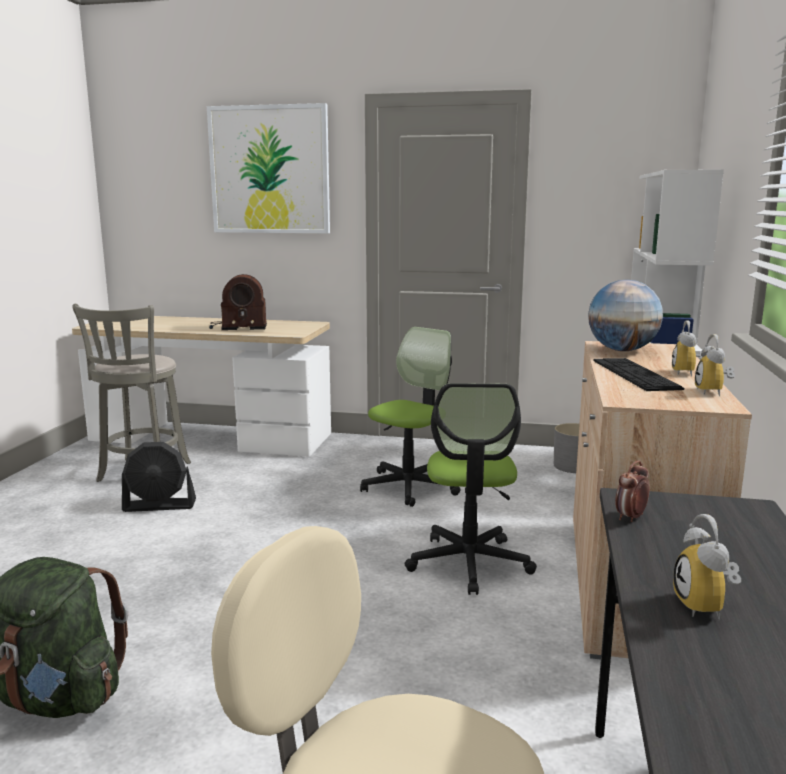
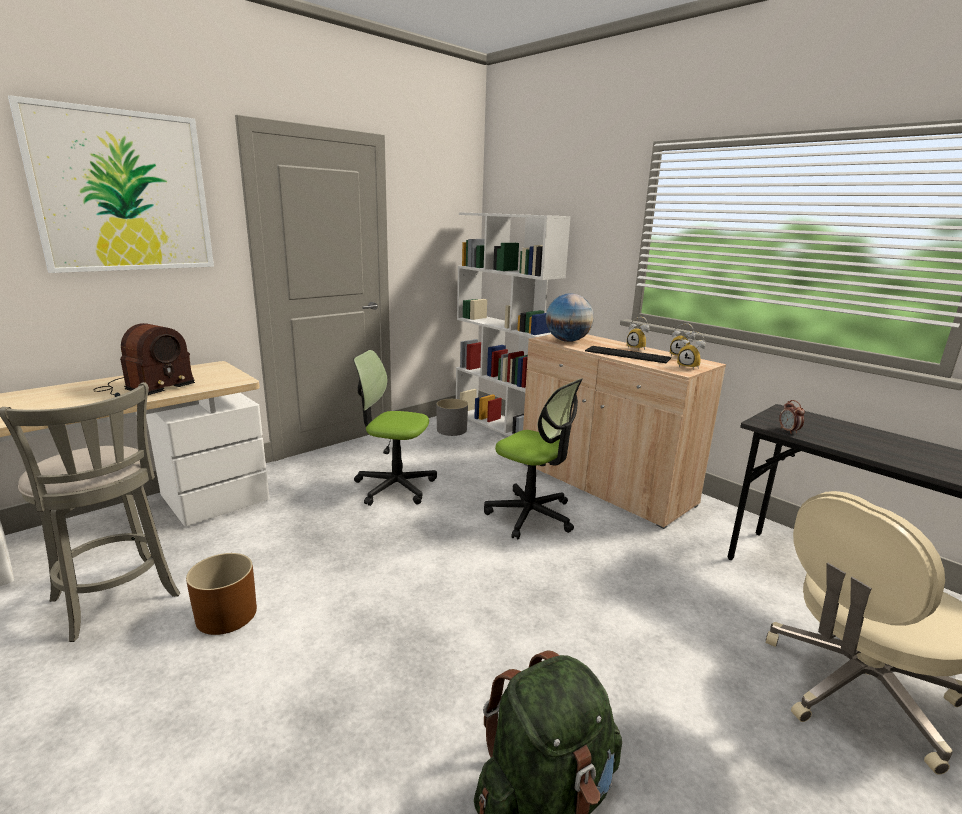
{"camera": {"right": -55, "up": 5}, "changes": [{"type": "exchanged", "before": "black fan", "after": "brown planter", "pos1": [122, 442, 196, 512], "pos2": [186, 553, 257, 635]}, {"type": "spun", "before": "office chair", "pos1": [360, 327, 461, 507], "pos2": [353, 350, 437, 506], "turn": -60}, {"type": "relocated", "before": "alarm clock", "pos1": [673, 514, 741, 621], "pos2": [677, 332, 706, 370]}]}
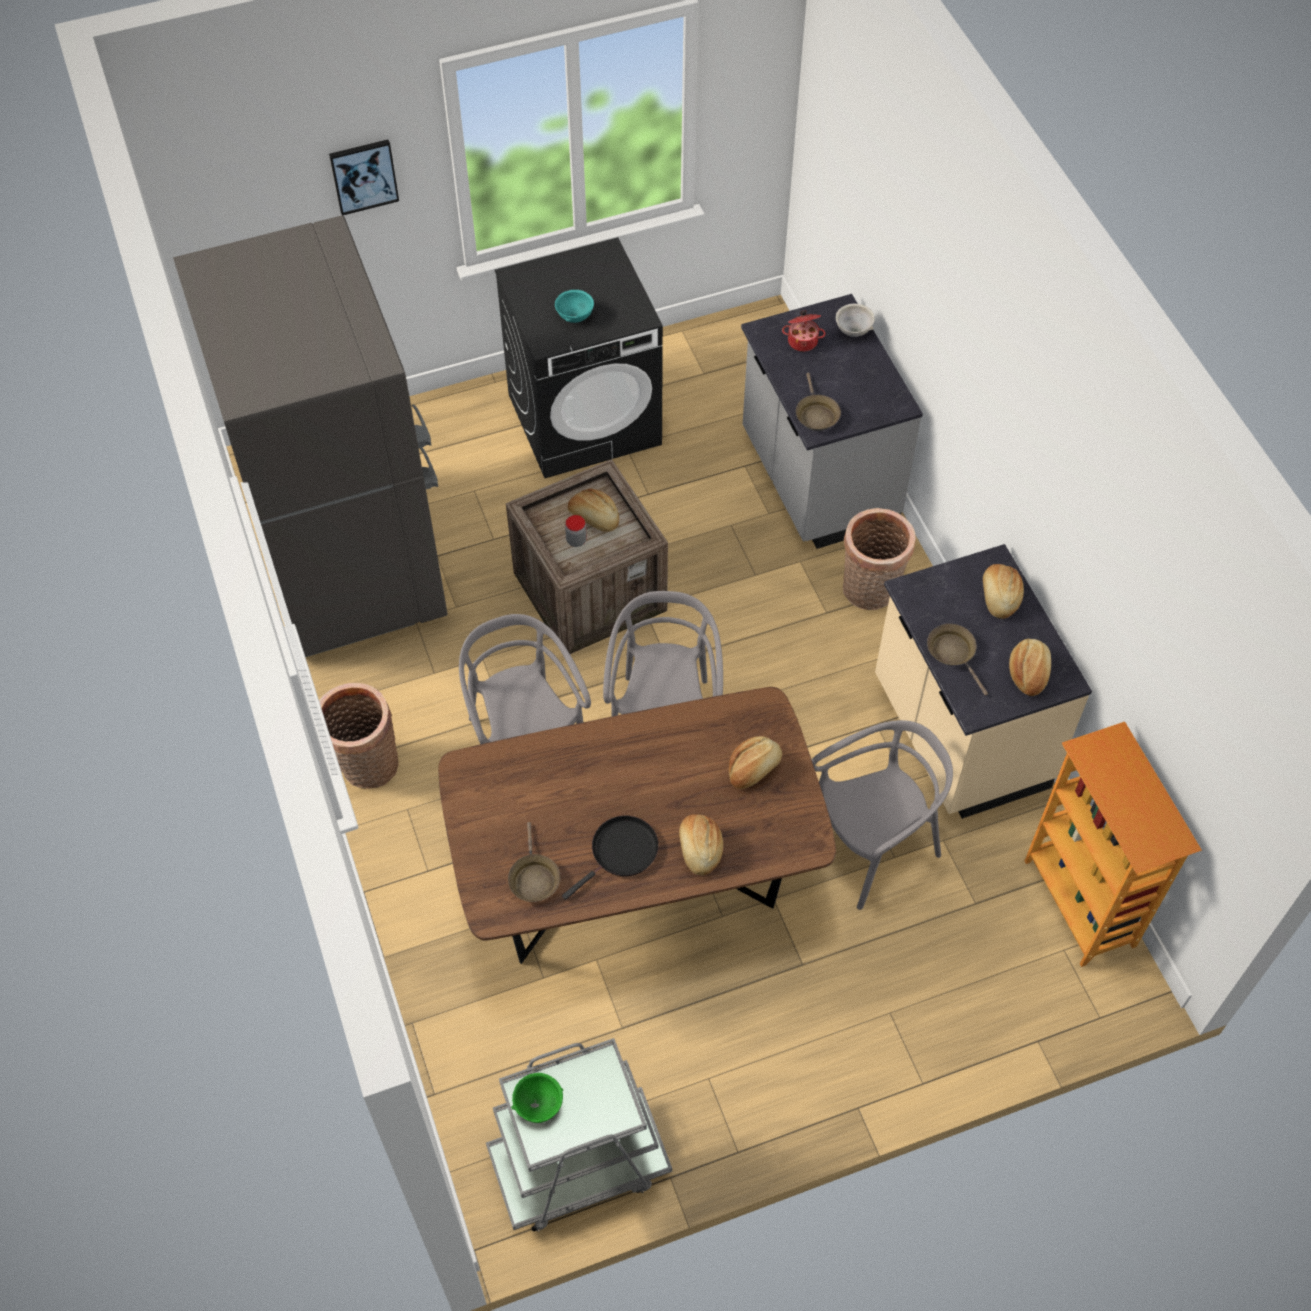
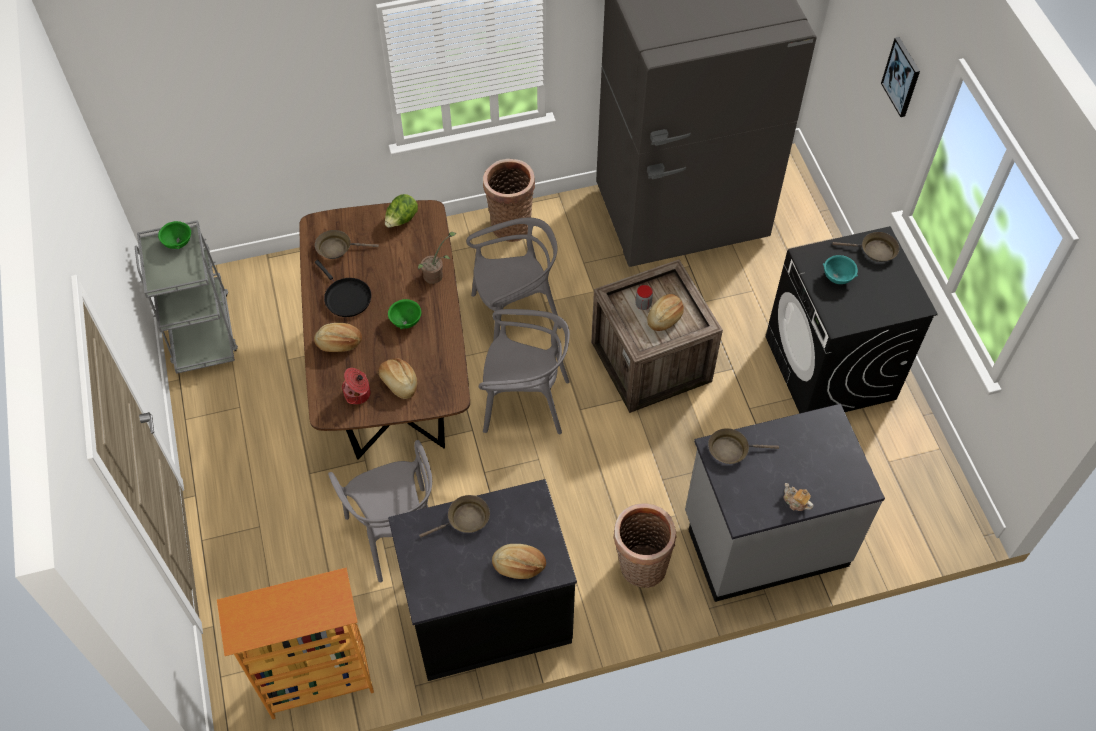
{"camera": {"right": 95, "up": 0}, "changes": [{"type": "relocated", "before": "cooking pot", "pos1": [782, 310, 825, 352], "pos2": [341, 368, 371, 405]}, {"type": "missing", "before": "grey bowl", "pos1": [836, 303, 875, 337]}, {"type": "colour", "before": "beige counter", "after": "black counter", "pos1": [875, 544, 1092, 819], "pos2": [388, 479, 577, 681]}, {"type": "missing", "before": "bread", "pos1": [1009, 639, 1051, 696]}, {"type": "appeared", "after": "lettuce", "pos2": [385, 194, 418, 228]}, {"type": "appeared", "after": "green bowl", "pos2": [388, 299, 421, 329]}, {"type": "appeared", "after": "potted plant", "pos2": [418, 232, 456, 284]}, {"type": "appeared", "after": "teapot", "pos2": [784, 483, 813, 511]}, {"type": "appeared", "after": "brown frying pan", "pos2": [832, 232, 899, 262]}]}
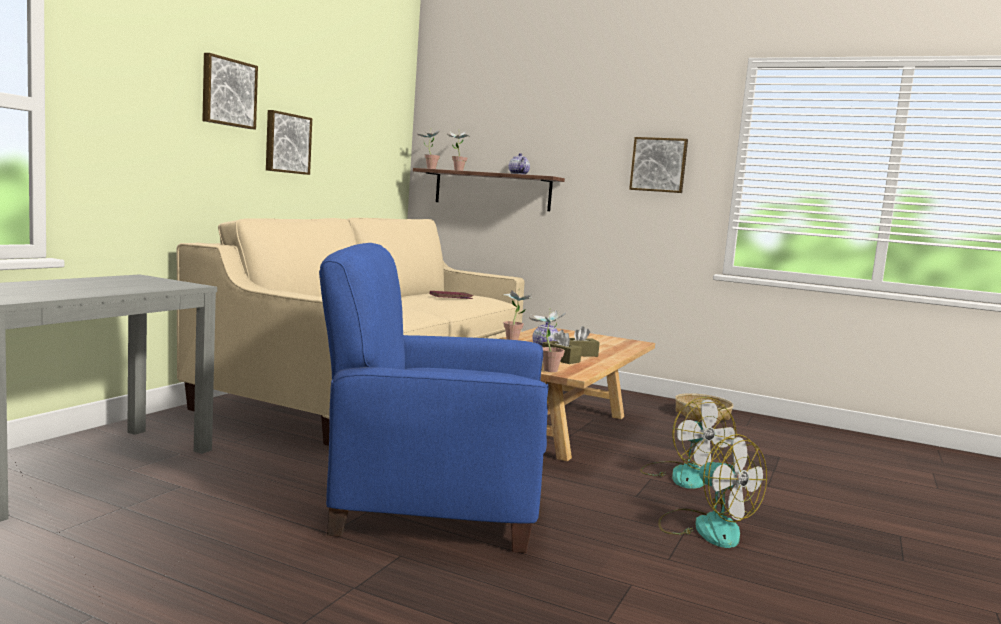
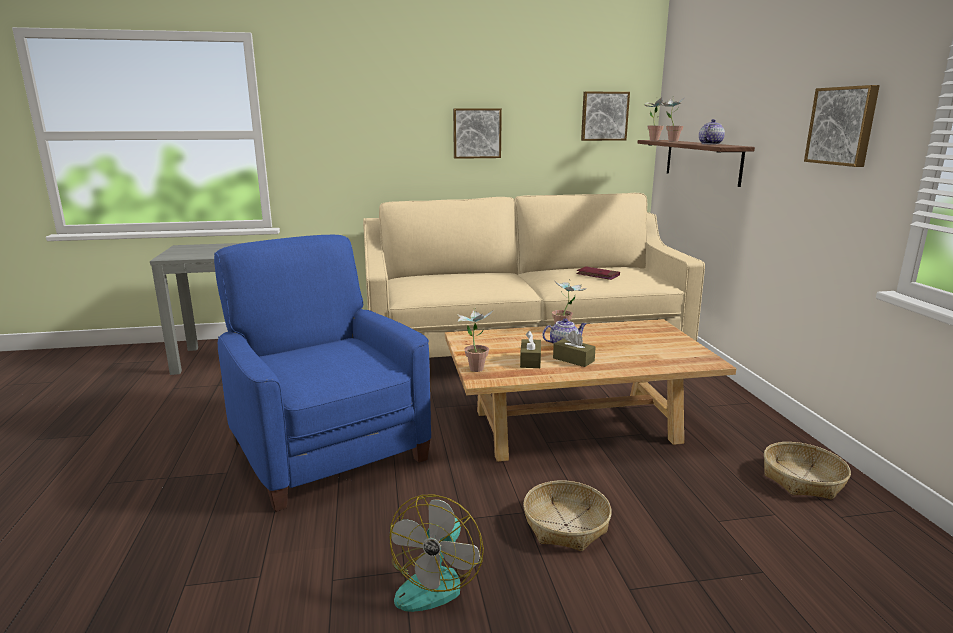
{"camera": {"right": 55, "up": 10}, "changes": [{"type": "relocated", "before": "picture", "pos1": [202, 53, 258, 129], "pos2": [581, 92, 630, 141]}, {"type": "exchanged", "before": "fan", "after": "basket", "pos1": [640, 397, 736, 489], "pos2": [523, 480, 612, 551]}]}
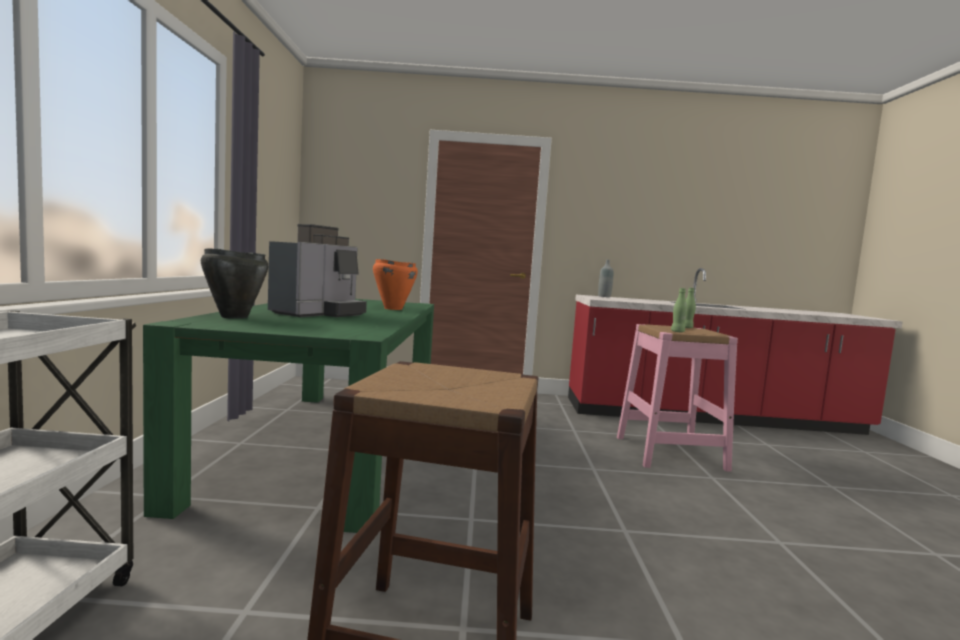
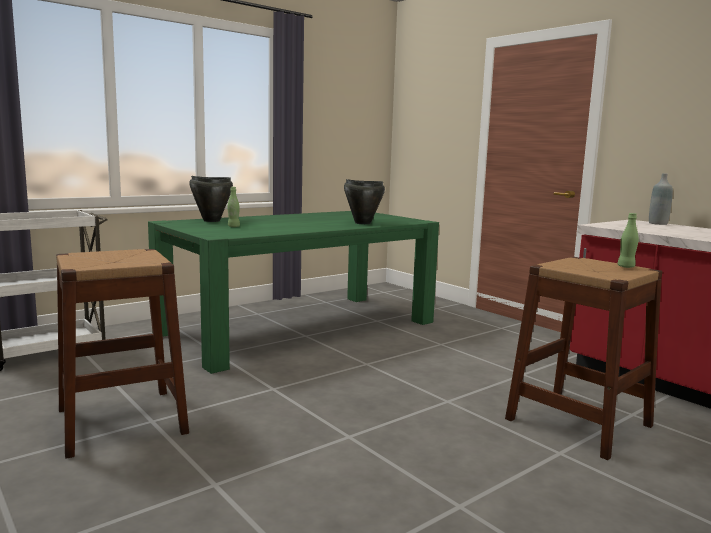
{"camera": {"right": 50, "up": 5}, "changes": [{"type": "missing", "before": "coffee machine", "pos1": [268, 224, 367, 317]}, {"type": "colour", "before": "orange cooking pot", "after": "black cooking pot", "pos1": [373, 259, 418, 310], "pos2": [344, 179, 385, 224]}, {"type": "colour", "before": "pink stool", "after": "brown stool", "pos1": [617, 324, 738, 472], "pos2": [505, 257, 662, 460]}, {"type": "relocated", "before": "green bottle", "pos1": [671, 288, 687, 332], "pos2": [227, 187, 240, 227]}]}
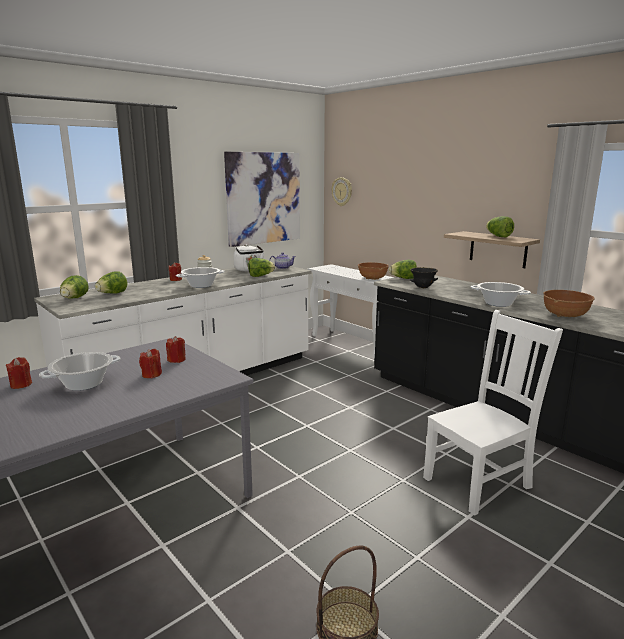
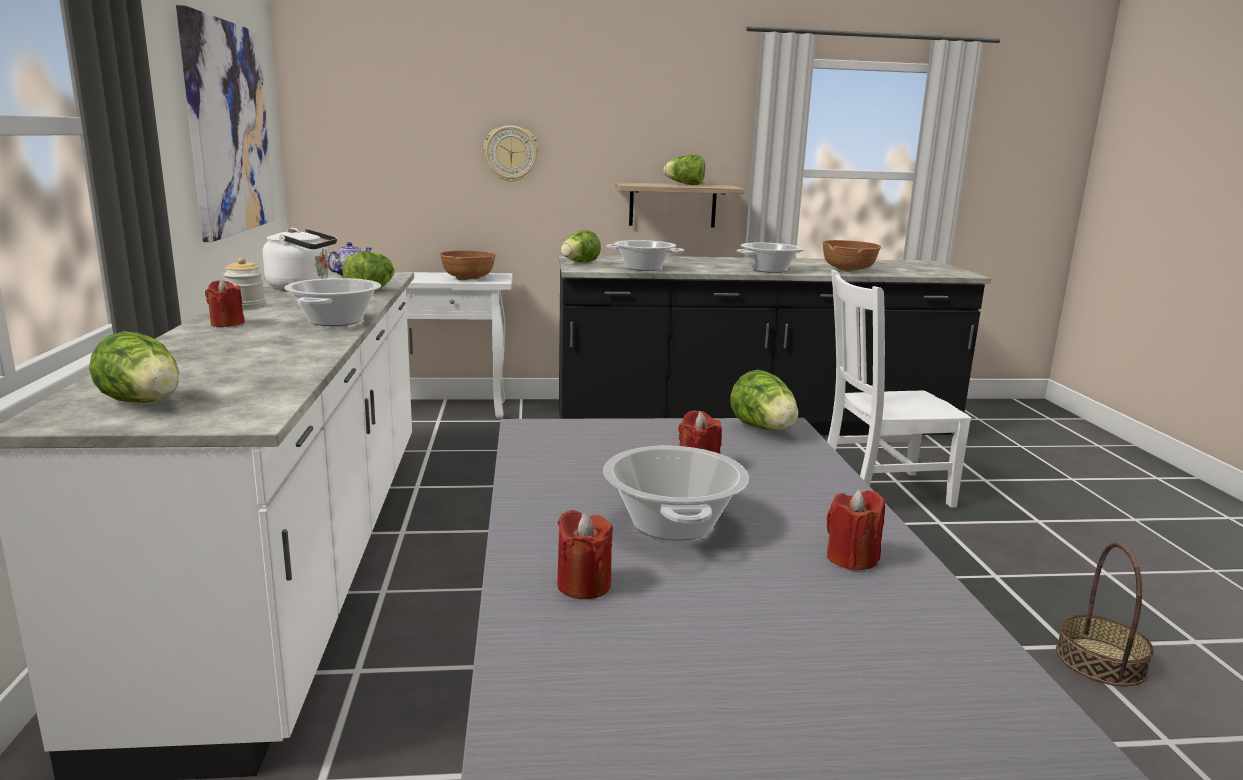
{"camera": {"right": -55, "up": 0}, "changes": [{"type": "relocated", "before": "lettuce", "pos1": [95, 272, 127, 294], "pos2": [730, 370, 798, 431]}, {"type": "relocated", "before": "red candle", "pos1": [166, 336, 186, 363], "pos2": [827, 489, 885, 571]}, {"type": "relocated", "before": "wall clock", "pos1": [331, 177, 352, 206], "pos2": [484, 125, 539, 182]}, {"type": "exchanged", "before": "black bowl", "after": "cooking pot", "pos1": [410, 267, 438, 288], "pos2": [606, 240, 684, 271]}, {"type": "spun", "before": "white chair", "pos1": [423, 310, 563, 516], "pos2": [827, 270, 972, 508], "turn": -105}]}
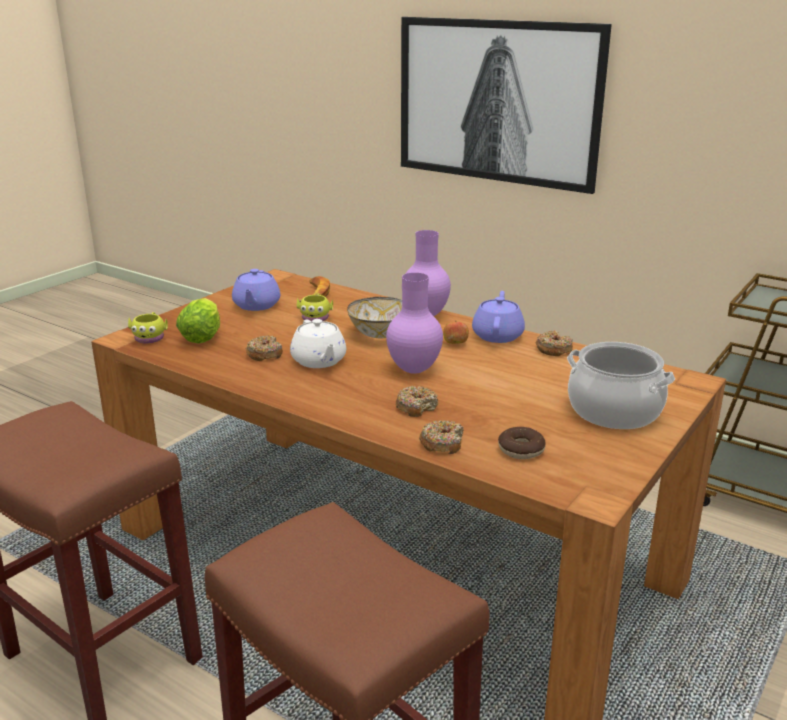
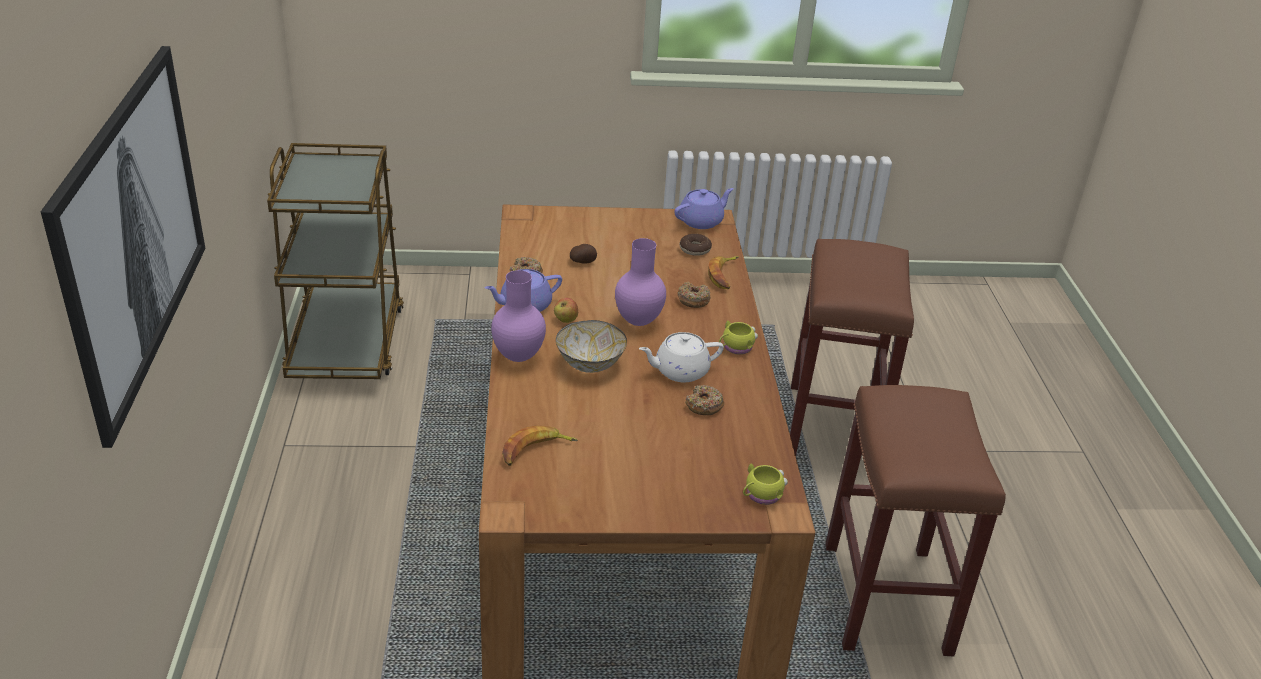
{"camera": {"right": -130, "up": 10}, "changes": [{"type": "missing", "before": "lettuce", "pos1": [176, 298, 220, 344]}, {"type": "relocated", "before": "purple teapot", "pos1": [232, 269, 280, 311], "pos2": [674, 188, 734, 229]}, {"type": "spun", "before": "white teapot", "pos1": [290, 319, 346, 368], "pos2": [639, 332, 724, 382], "turn": -135}, {"type": "relocated", "before": "yellow mug", "pos1": [297, 293, 333, 322], "pos2": [719, 320, 758, 355]}, {"type": "exchanged", "before": "donut", "after": "banana", "pos1": [419, 420, 464, 454], "pos2": [708, 256, 739, 289]}, {"type": "missing", "before": "cooking pot", "pos1": [567, 342, 675, 429]}, {"type": "appeared", "after": "potato", "pos2": [570, 244, 597, 264]}]}
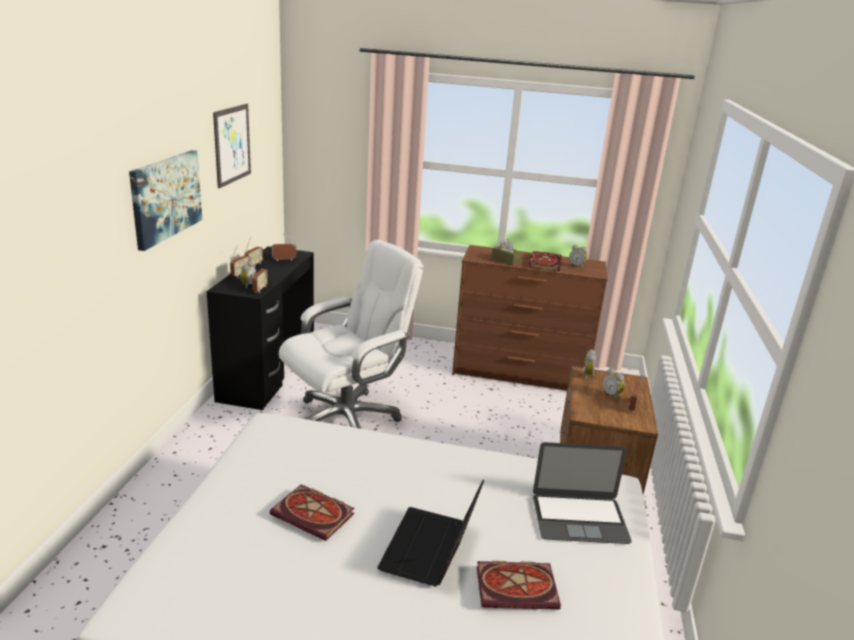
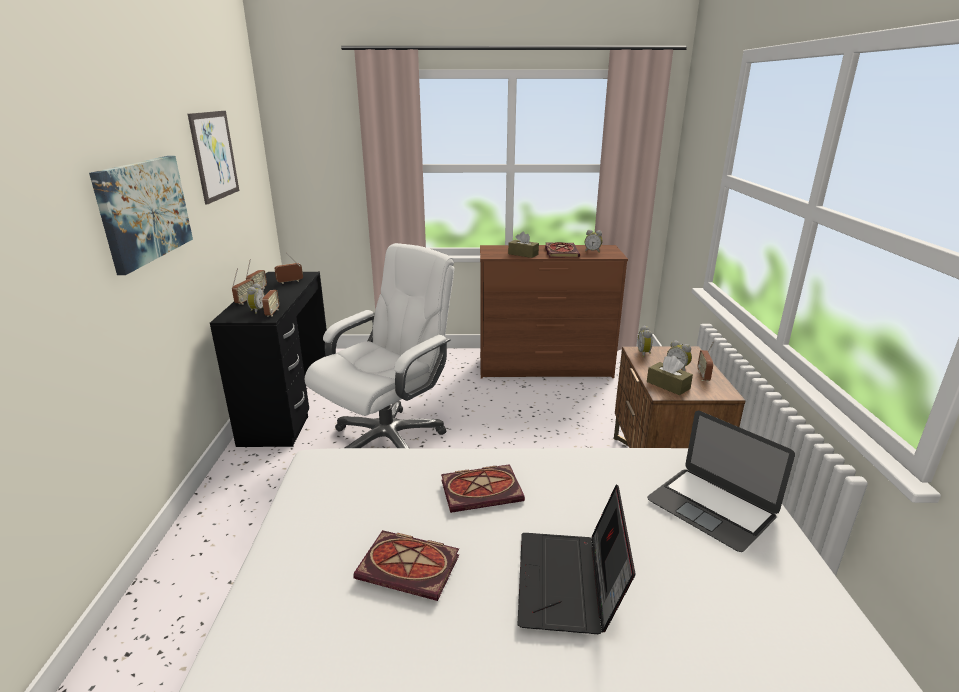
{"camera": {"right": -10, "up": 0}, "changes": [{"type": "relocated", "before": "book", "pos1": [477, 561, 561, 610], "pos2": [441, 464, 525, 513]}, {"type": "spun", "before": "laptop", "pos1": [533, 442, 632, 544], "pos2": [647, 411, 795, 552], "turn": 60}, {"type": "appeared", "after": "brown tissue box", "pos2": [647, 356, 693, 395]}]}
